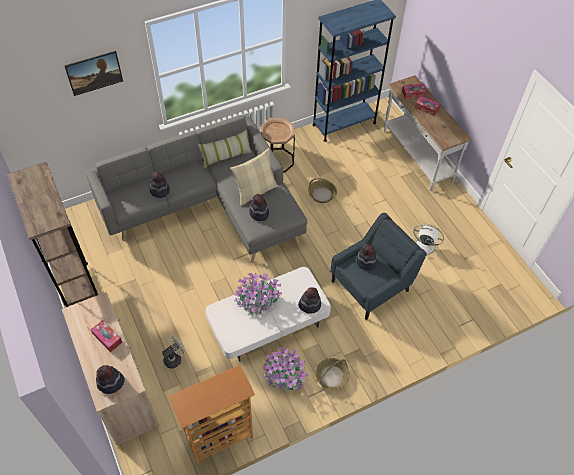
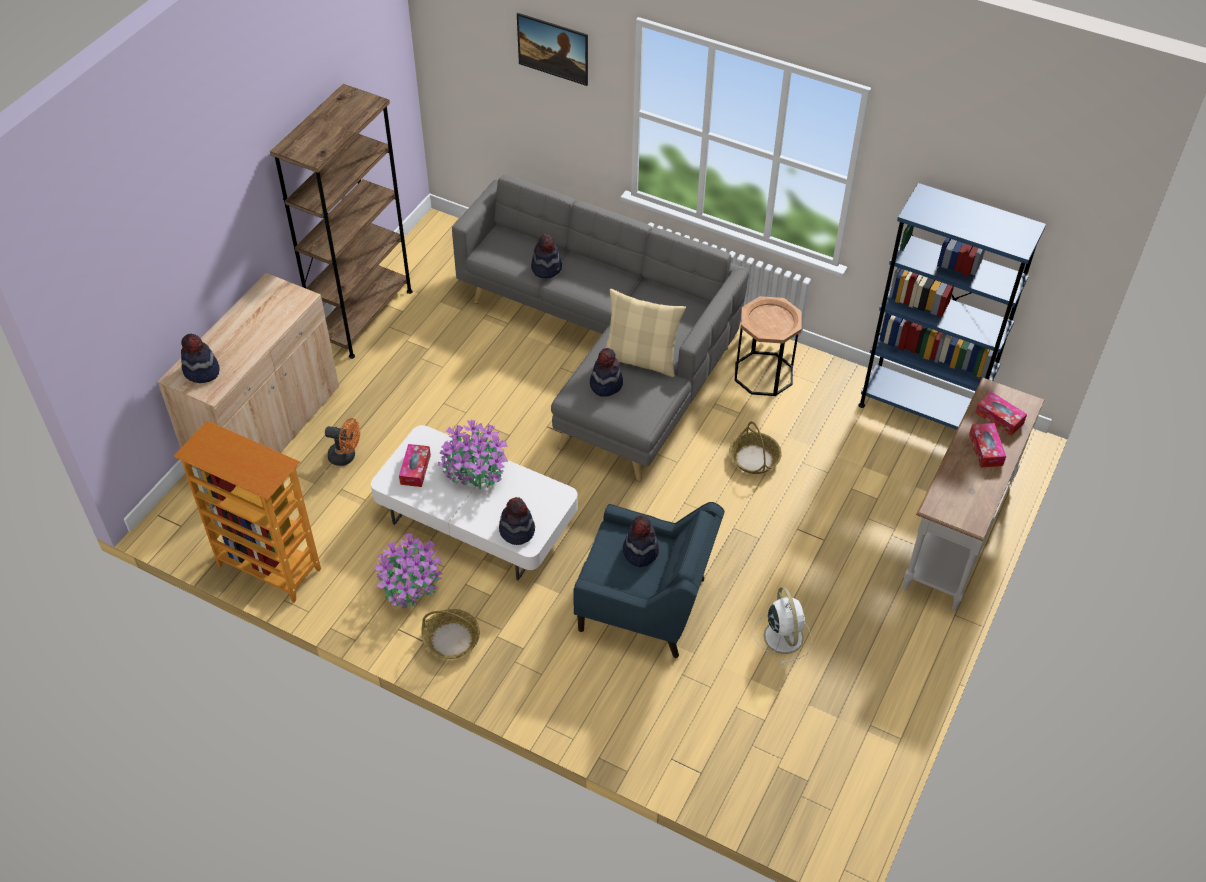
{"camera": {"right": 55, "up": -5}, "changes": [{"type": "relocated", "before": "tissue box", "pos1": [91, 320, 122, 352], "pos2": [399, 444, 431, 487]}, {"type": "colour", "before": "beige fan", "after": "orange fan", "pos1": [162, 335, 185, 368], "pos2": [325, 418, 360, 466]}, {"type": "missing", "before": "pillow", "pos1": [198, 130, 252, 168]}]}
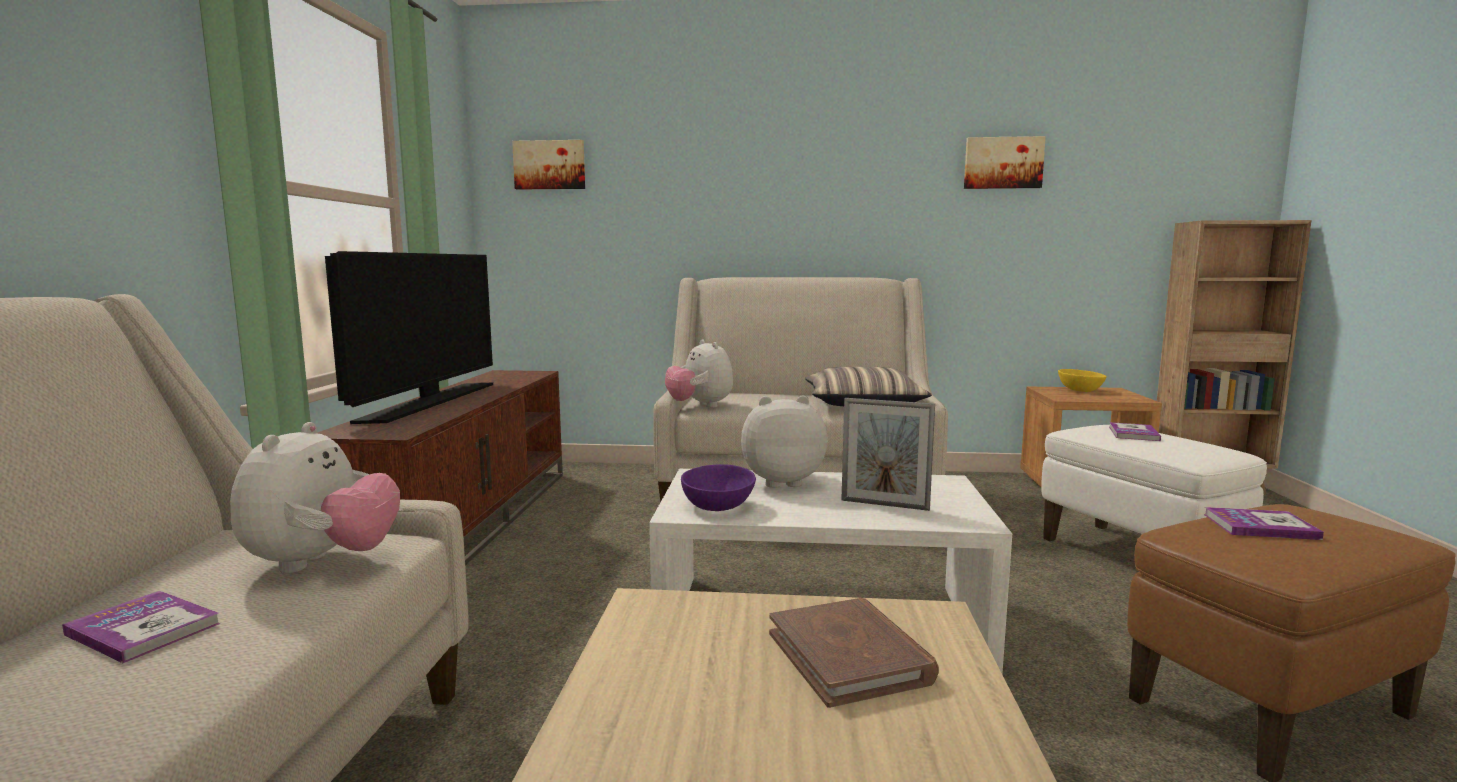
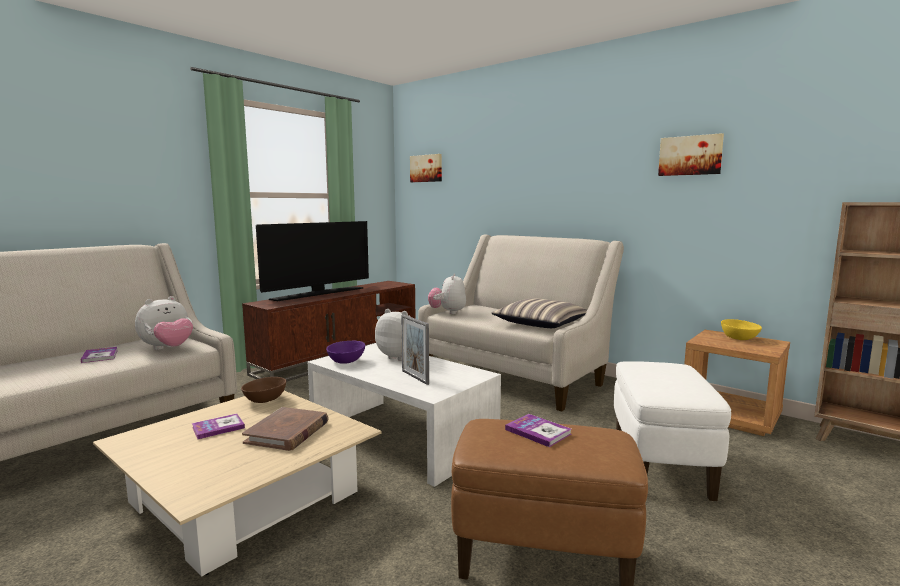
{"camera": {"right": 35, "up": 0}, "changes": [{"type": "relocated", "before": "book", "pos1": [1109, 422, 1161, 441], "pos2": [192, 413, 245, 439]}, {"type": "appeared", "after": "brown bowl", "pos2": [241, 377, 286, 403]}]}
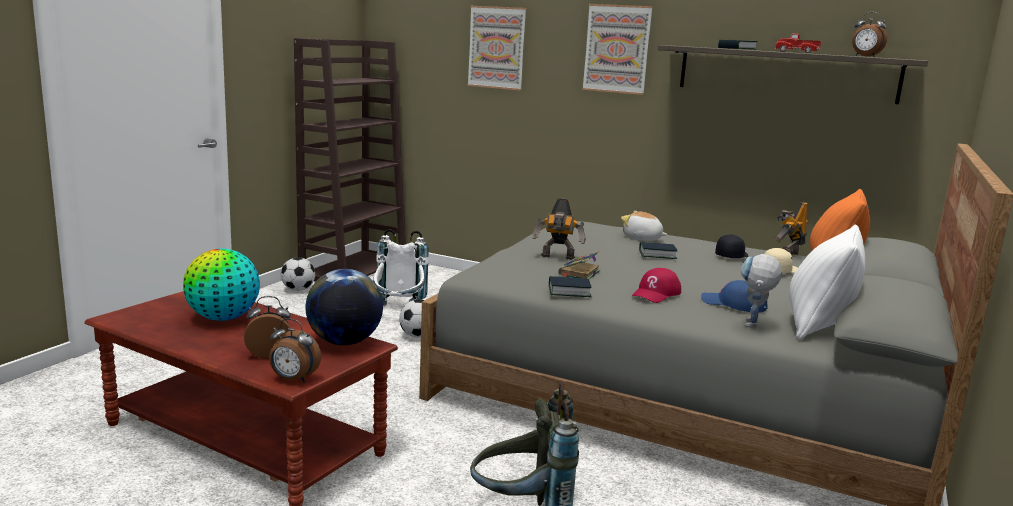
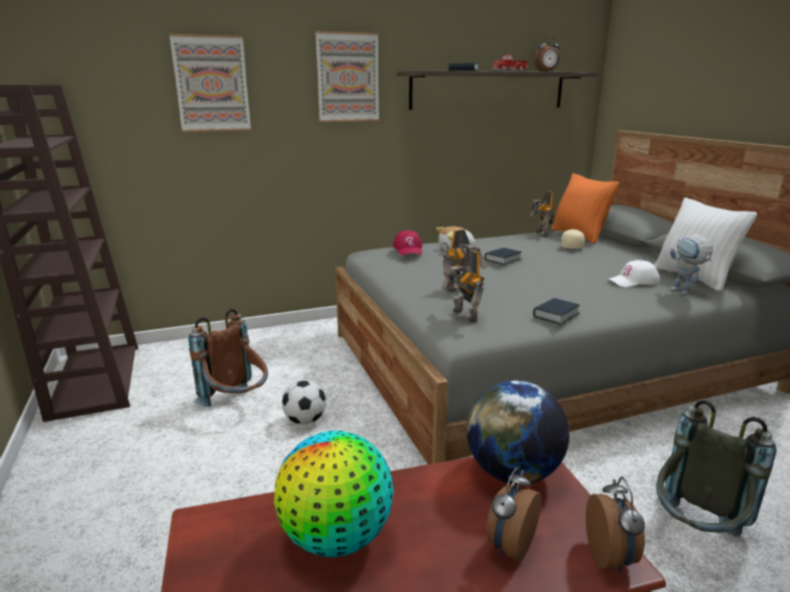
{"camera": {"right": -45, "up": 5}, "changes": [{"type": "spun", "before": "alarm clock", "pos1": [269, 318, 321, 382], "pos2": [586, 477, 645, 573], "turn": -60}, {"type": "missing", "before": "football", "pos1": [281, 257, 315, 291]}, {"type": "colour", "before": "white backpack", "after": "brown backpack", "pos1": [373, 229, 429, 306], "pos2": [188, 309, 268, 407]}, {"type": "missing", "before": "book", "pos1": [558, 251, 600, 280]}, {"type": "relocated", "before": "red cap", "pos1": [632, 268, 681, 303], "pos2": [393, 230, 422, 255]}, {"type": "colour", "before": "blue cap", "after": "white cap", "pos1": [701, 280, 768, 313], "pos2": [607, 260, 660, 287]}, {"type": "missing", "before": "black cap", "pos1": [715, 234, 749, 258]}, {"type": "appeared", "after": "toy robot", "pos2": [441, 250, 484, 323]}]}
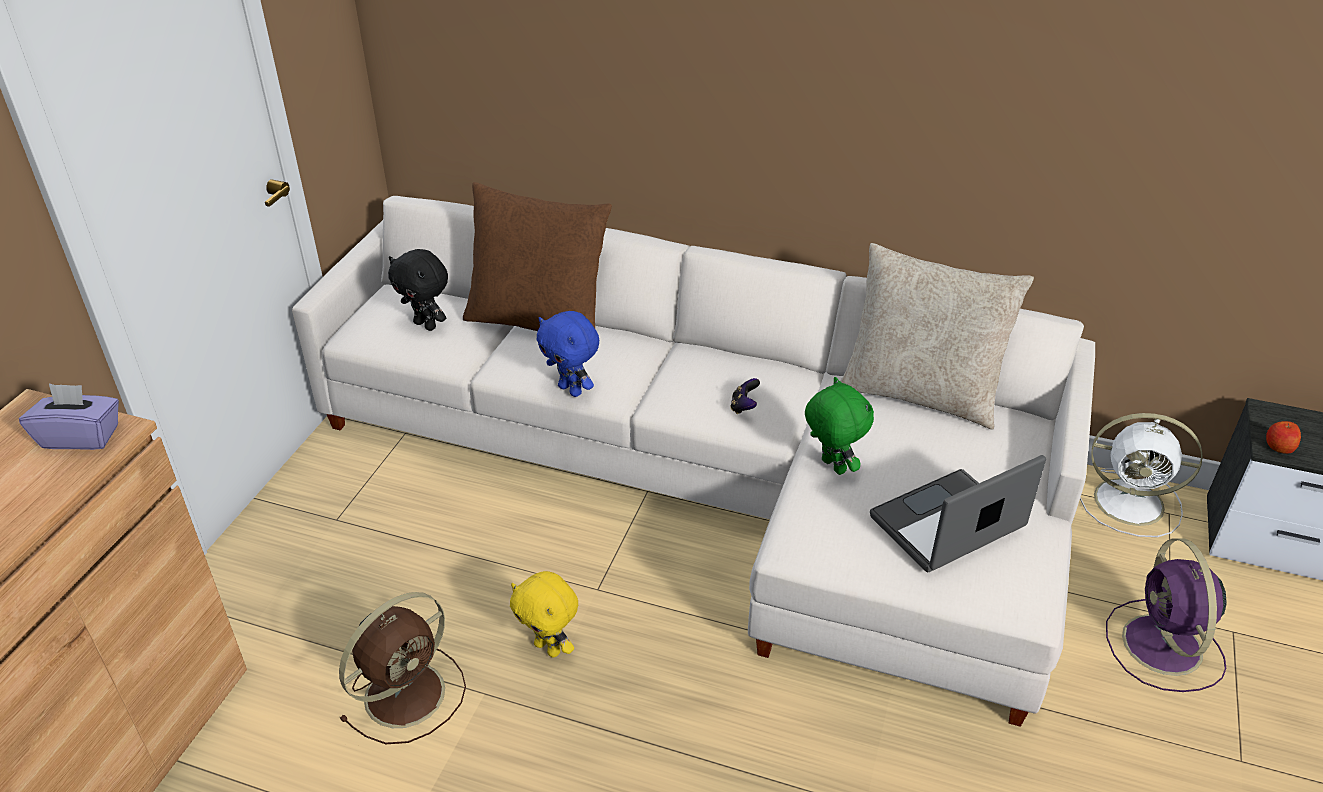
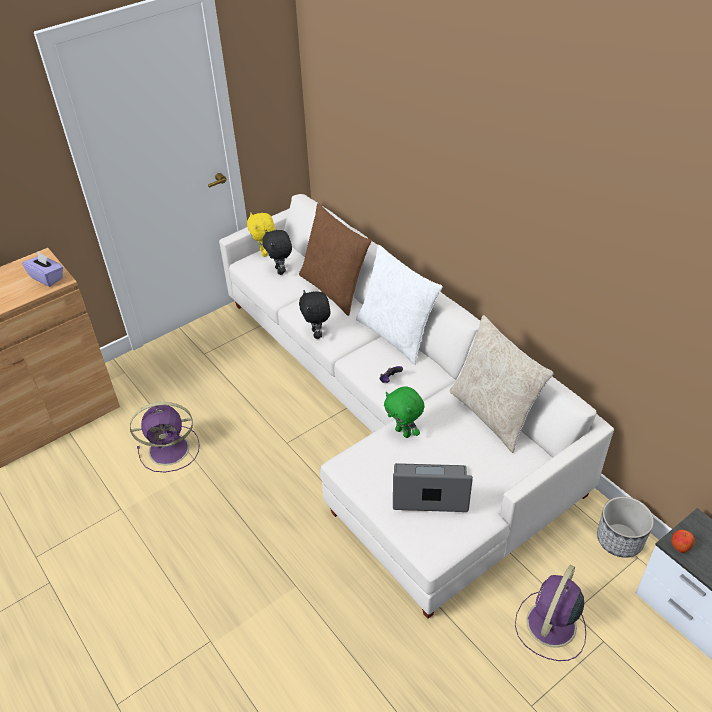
{"camera": {"right": 35, "up": 5}, "changes": [{"type": "colour", "before": "brown fan", "after": "purple fan", "pos1": [339, 592, 466, 744], "pos2": [130, 402, 200, 472]}, {"type": "relocated", "before": "yellow plush toy", "pos1": [510, 571, 578, 658], "pos2": [247, 212, 275, 257]}, {"type": "colour", "before": "blue plush toy", "after": "black plush toy", "pos1": [536, 311, 599, 397], "pos2": [299, 290, 330, 339]}, {"type": "spun", "before": "green plush toy", "pos1": [805, 377, 874, 475], "pos2": [384, 386, 425, 438], "turn": 135}, {"type": "exchanged", "before": "white fan", "after": "planter", "pos1": [1080, 413, 1202, 537], "pos2": [597, 496, 654, 558]}, {"type": "appeared", "after": "white pillow", "pos2": [356, 245, 443, 365]}]}
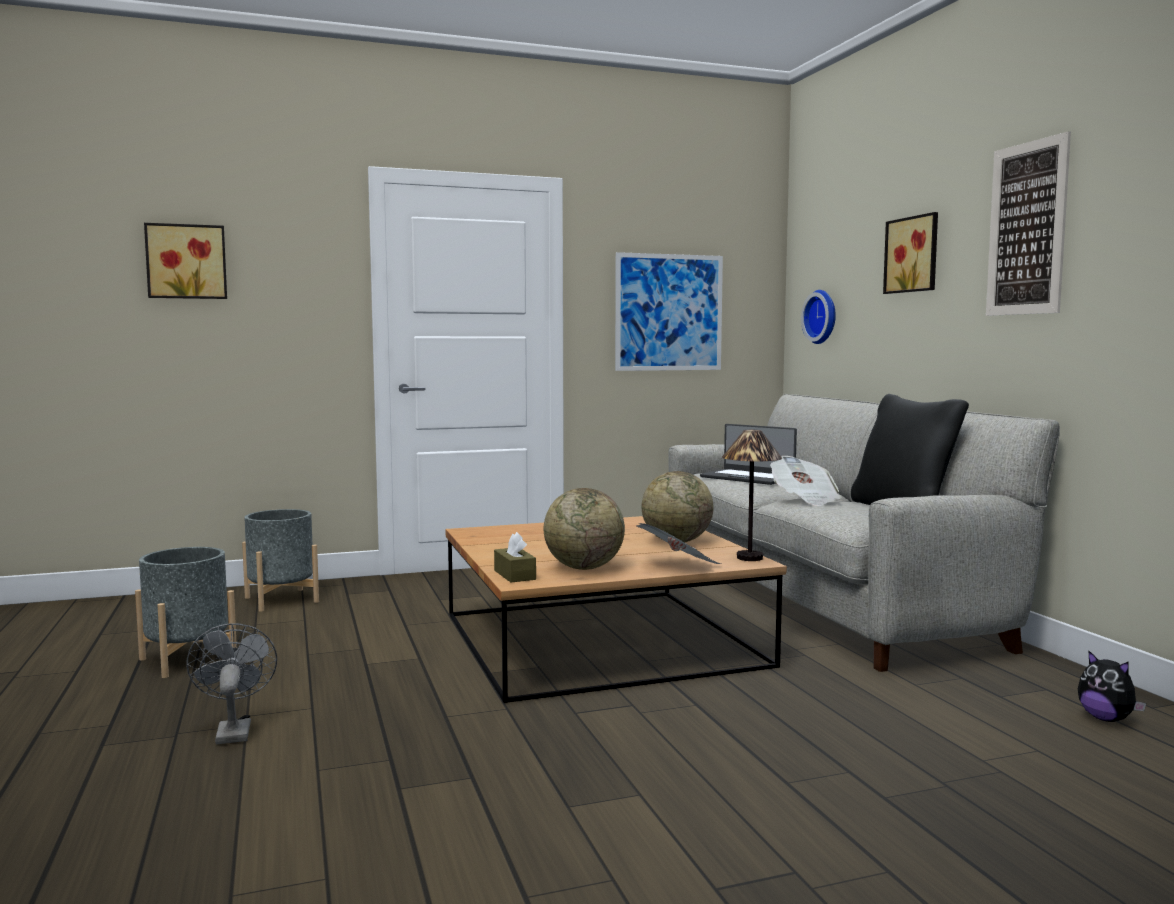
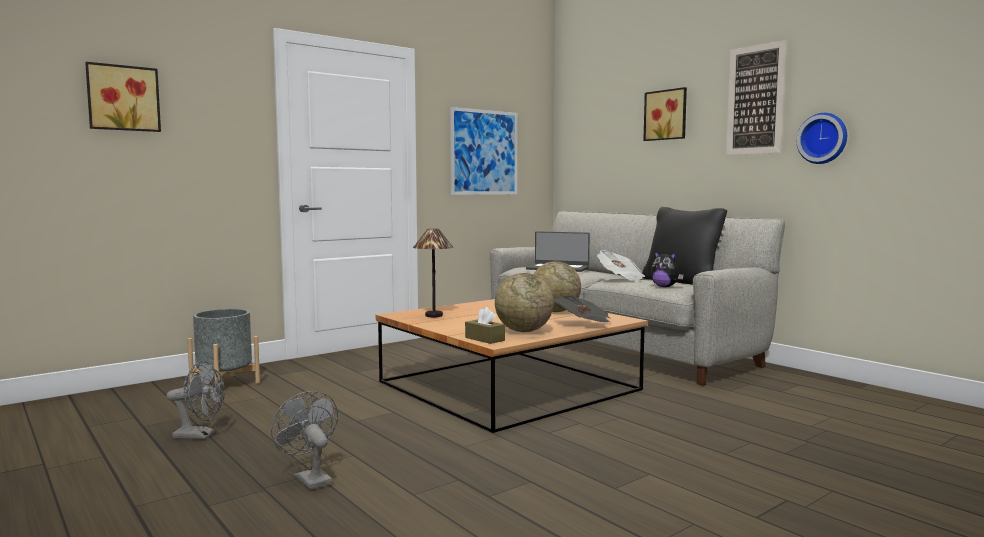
{"camera": {"right": -20, "up": 0}, "changes": [{"type": "exchanged", "before": "grey planter", "after": "grey fan", "pos1": [135, 547, 237, 678], "pos2": [166, 361, 225, 439]}, {"type": "relocated", "before": "table lamp", "pos1": [722, 430, 782, 561], "pos2": [413, 228, 453, 317]}, {"type": "relocated", "before": "wall clock", "pos1": [801, 290, 836, 344], "pos2": [797, 113, 847, 164]}, {"type": "relocated", "before": "plush toy", "pos1": [1078, 651, 1146, 722], "pos2": [650, 251, 684, 287]}]}
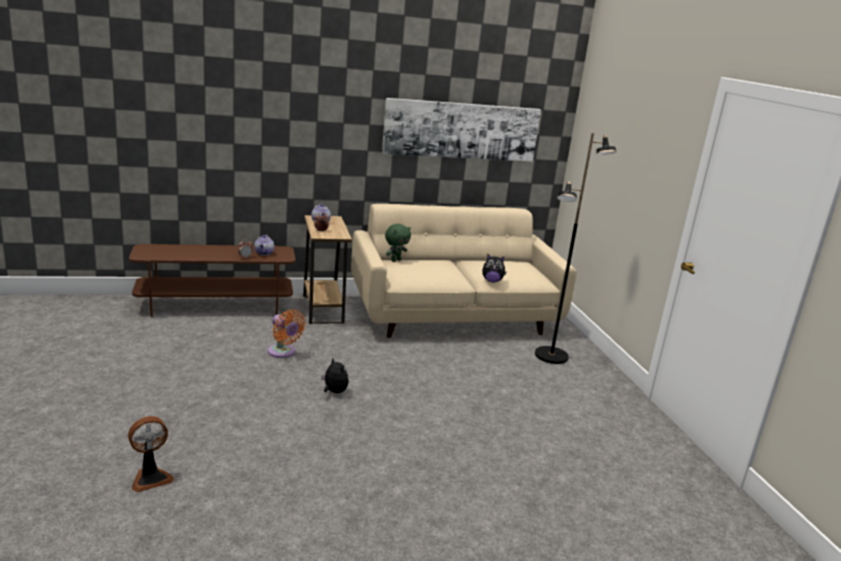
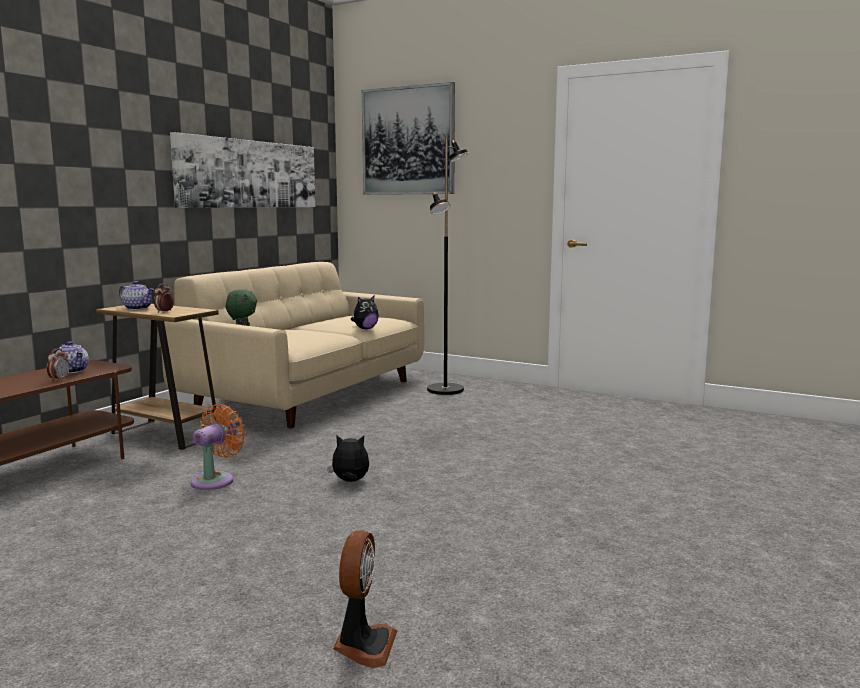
{"camera": {"right": -45, "up": -10}, "changes": [{"type": "spun", "before": "orange fan", "pos1": [268, 310, 305, 358], "pos2": [191, 404, 246, 490], "turn": -60}, {"type": "appeared", "after": "picture", "pos2": [362, 82, 455, 195]}]}
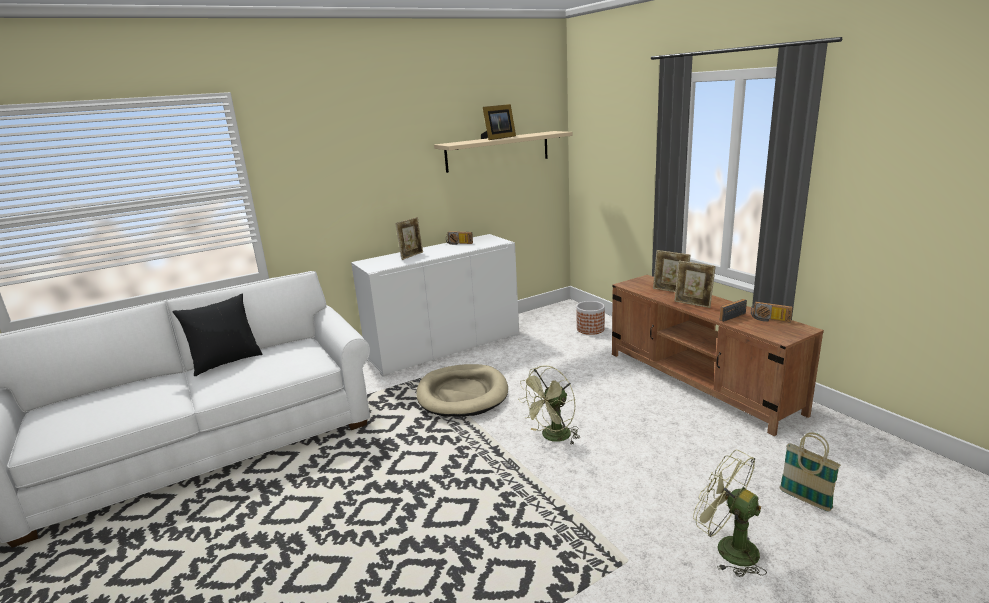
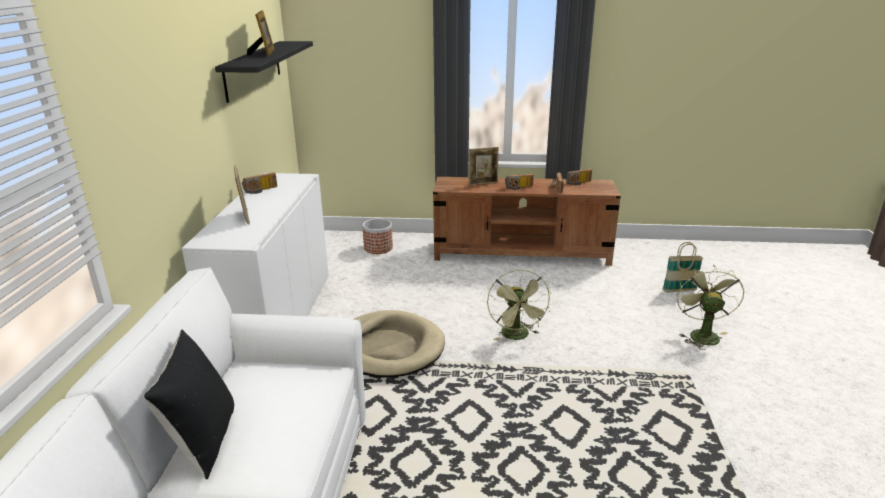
{"camera": {"right": -55, "up": 5}, "changes": [{"type": "colour", "before": "beige shelf", "after": "black shelf", "pos1": [434, 131, 572, 173], "pos2": [215, 41, 313, 103]}, {"type": "exchanged", "before": "picture frame", "after": "radio", "pos1": [674, 260, 716, 308], "pos2": [505, 174, 534, 190]}, {"type": "spun", "before": "green fan", "pos1": [693, 450, 767, 577], "pos2": [676, 265, 745, 350], "turn": 105}]}
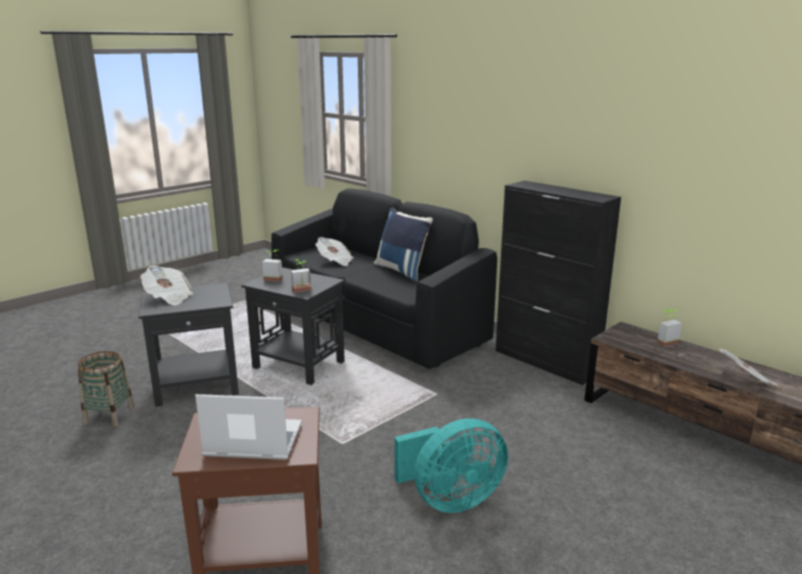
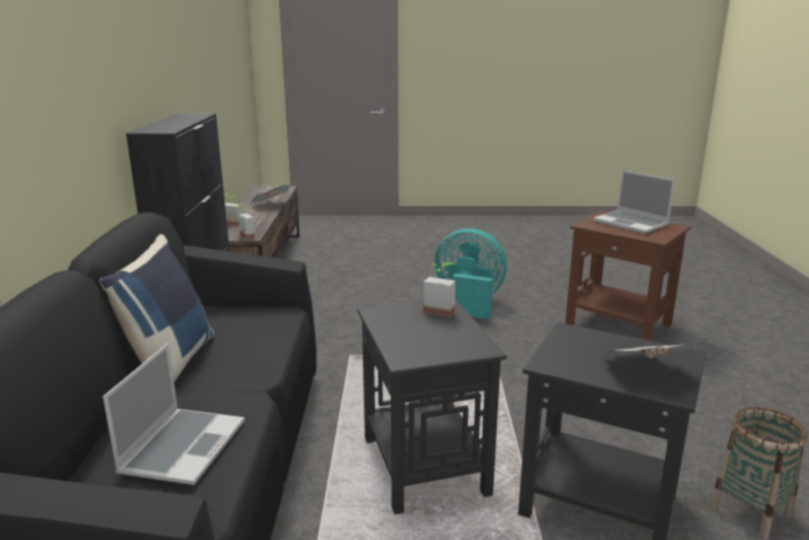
{"camera": {"right": -135, "up": 0}, "changes": [{"type": "relocated", "before": "potted plant", "pos1": [262, 250, 283, 282], "pos2": [234, 203, 255, 239]}, {"type": "exchanged", "before": "newspaper", "after": "laptop", "pos1": [315, 237, 354, 266], "pos2": [103, 343, 245, 485]}]}
